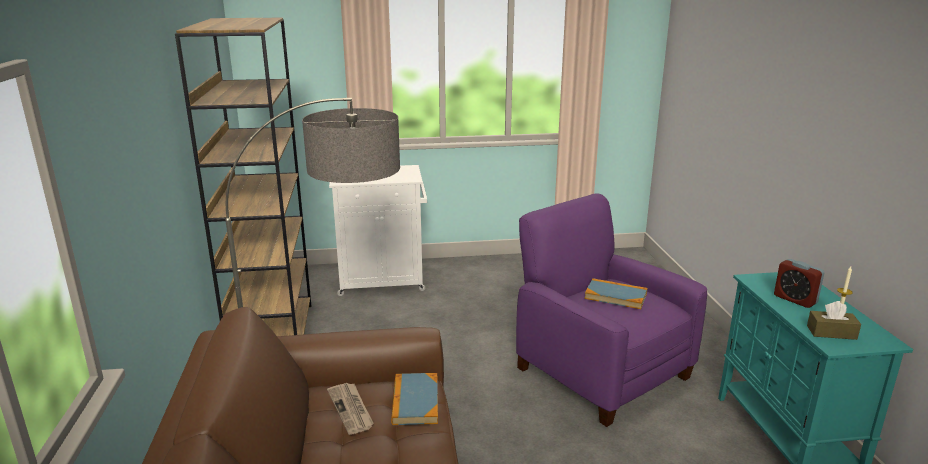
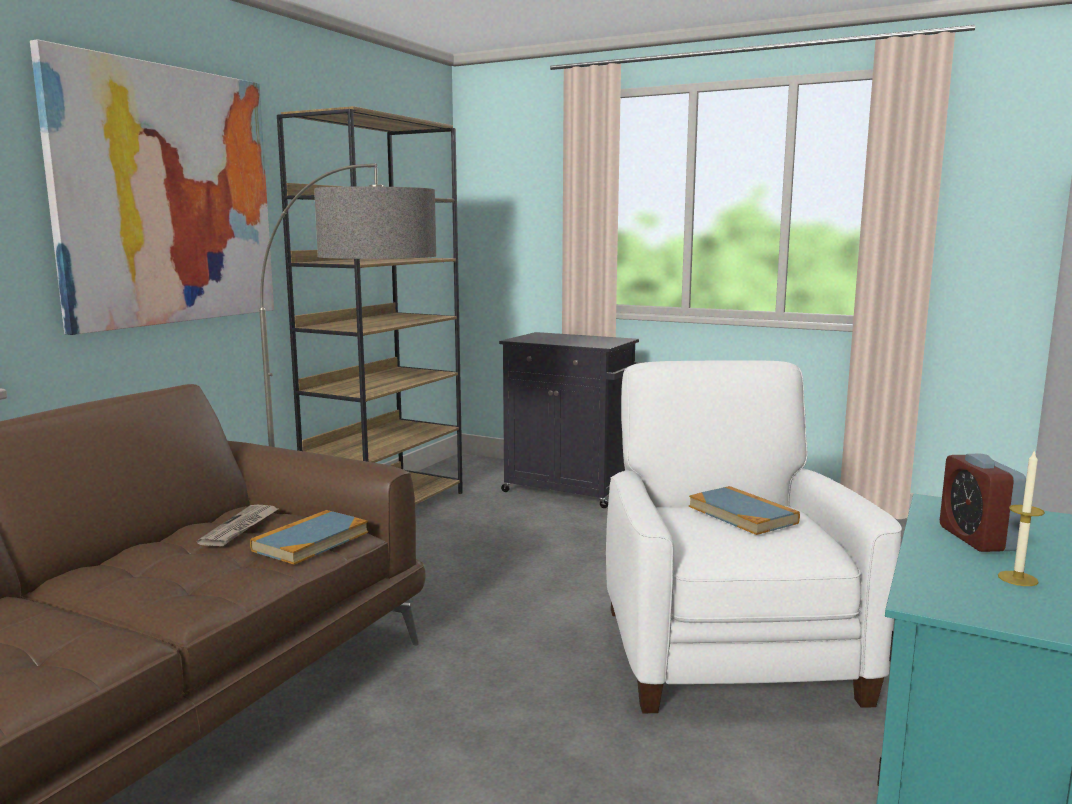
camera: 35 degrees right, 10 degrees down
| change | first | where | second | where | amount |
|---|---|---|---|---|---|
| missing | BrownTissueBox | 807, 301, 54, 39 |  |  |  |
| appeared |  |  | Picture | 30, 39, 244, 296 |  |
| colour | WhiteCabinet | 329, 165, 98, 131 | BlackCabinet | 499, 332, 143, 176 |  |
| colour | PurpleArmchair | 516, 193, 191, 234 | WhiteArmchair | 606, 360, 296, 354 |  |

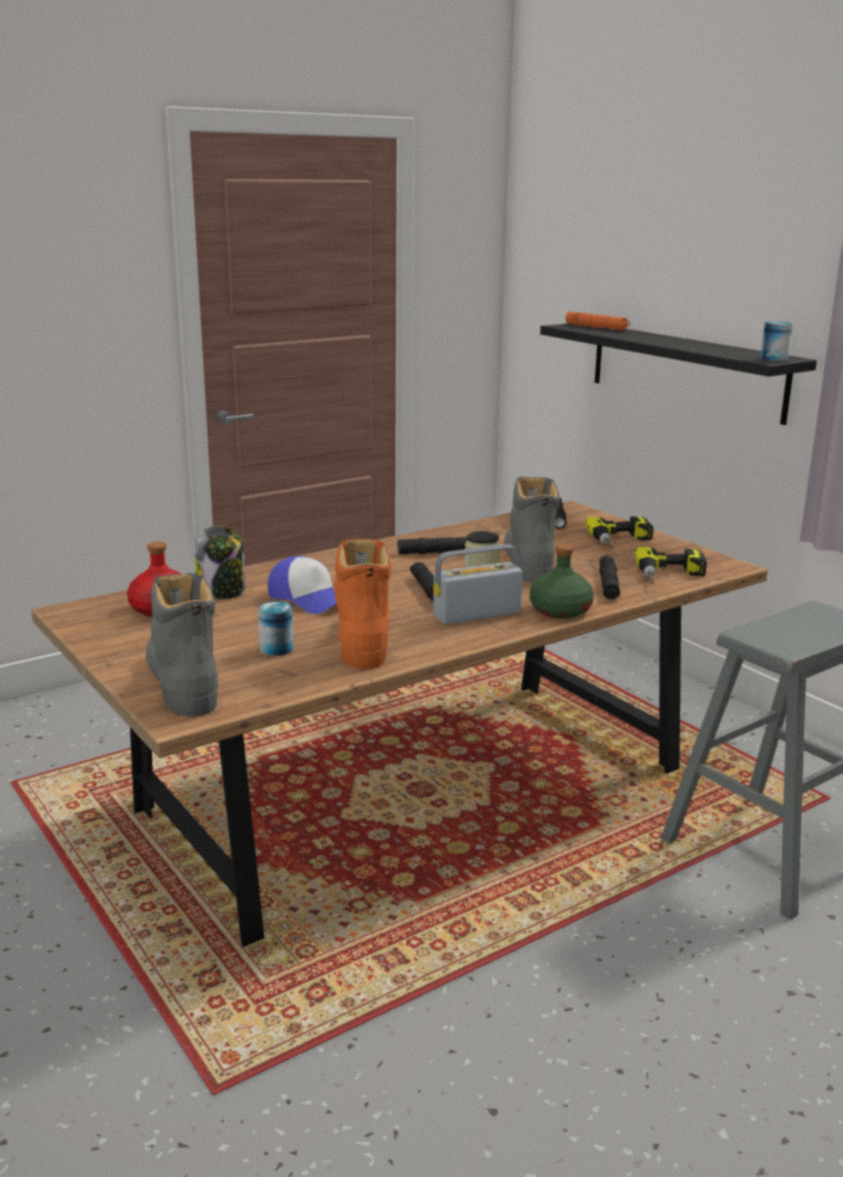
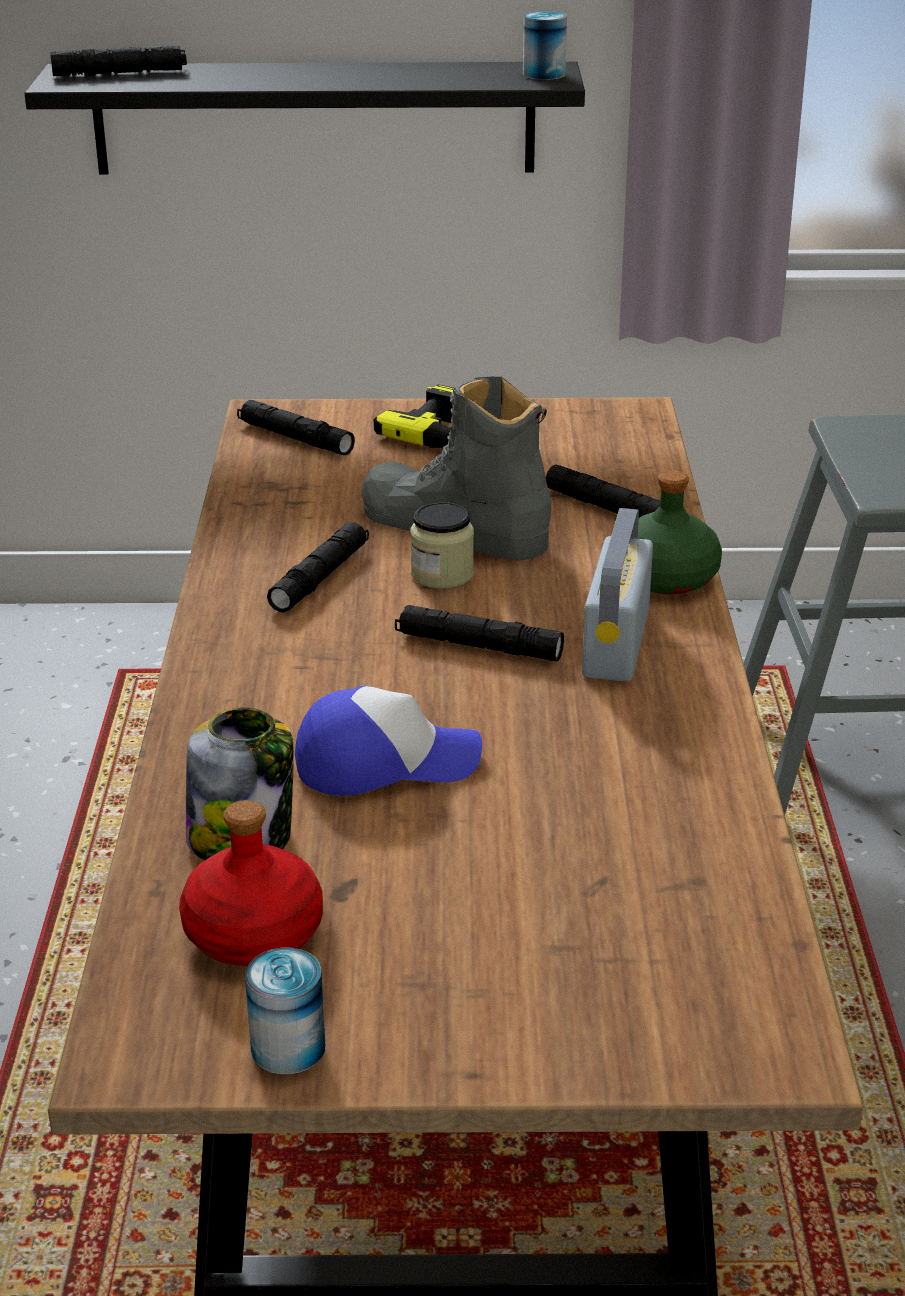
camera: 55 degrees left, 10 degrees up
| change | first | where | second | where | amount |
|---|---|---|---|---|---|
| missing | GreyBoot | 146, 573, 73, 143 |  |  |  |
| missing | OrangeBoot | 335, 538, 56, 131 |  |  |  |
| missing | PowerDrill | 635, 547, 72, 37 |  |  |  |
| relocated | Can | 258, 601, 36, 55 |  | 245, 948, 80, 127 |  |
| colour | OrangeFlashlight | 566, 312, 64, 19 | BlackFlashlight | 50, 46, 137, 30 |  |

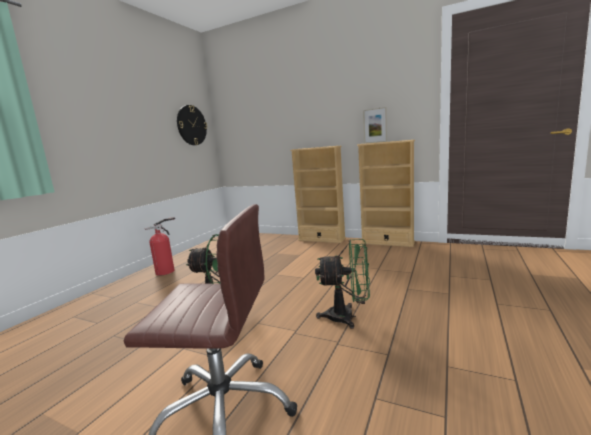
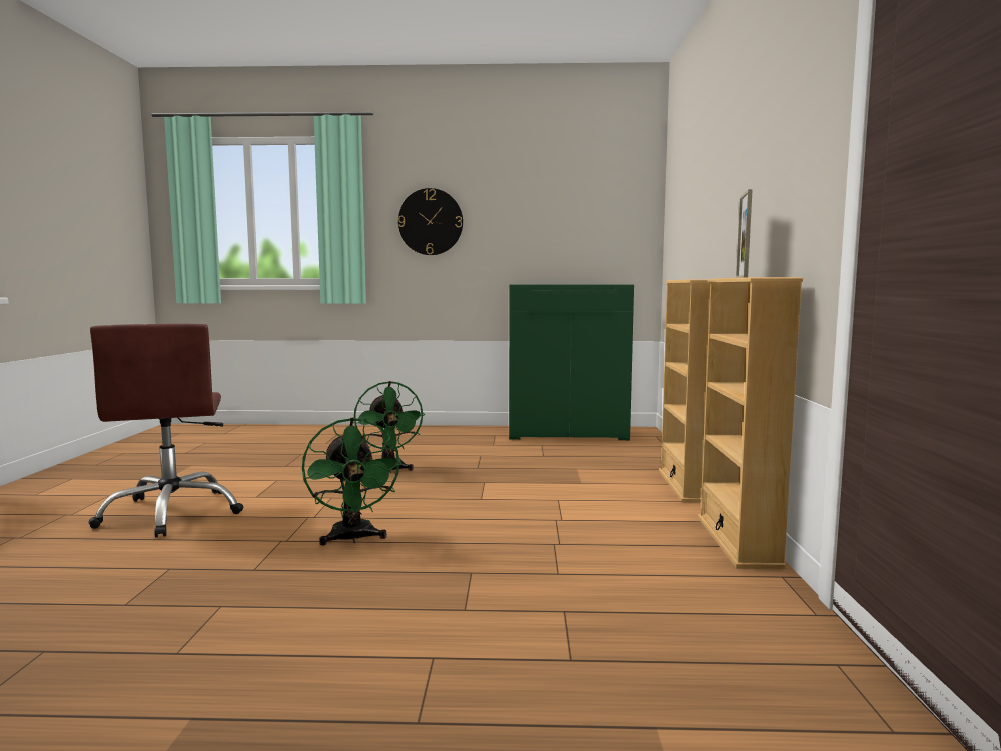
camera: 65 degrees right, 5 degrees down
| change | first | where | second | where | amount |
|---|---|---|---|---|---|
| missing | FireExtinguisher | 145, 217, 30, 59 |  |  |  |
| appeared |  |  | GreenCabinet | 509, 285, 125, 155 |  |
| relocated | WallClock | 177, 105, 30, 40 |  | 398, 188, 65, 67 |  |

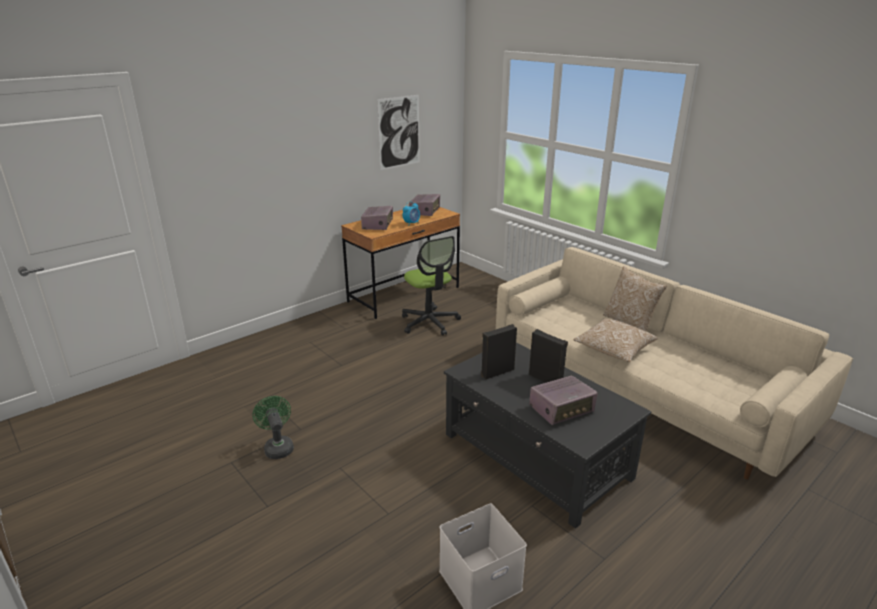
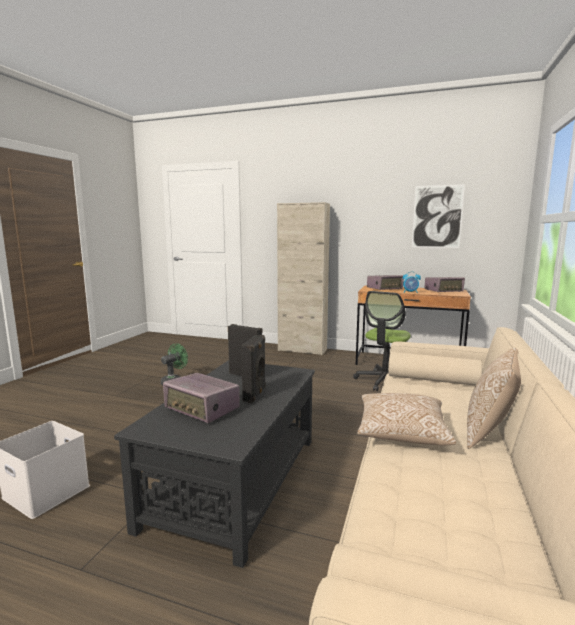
camera: 60 degrees right, 15 degrees down
| change | first | where | second | where | amount |
|---|---|---|---|---|---|
| appeared |  |  | BeigeCabinet | 277, 202, 53, 153 |  |

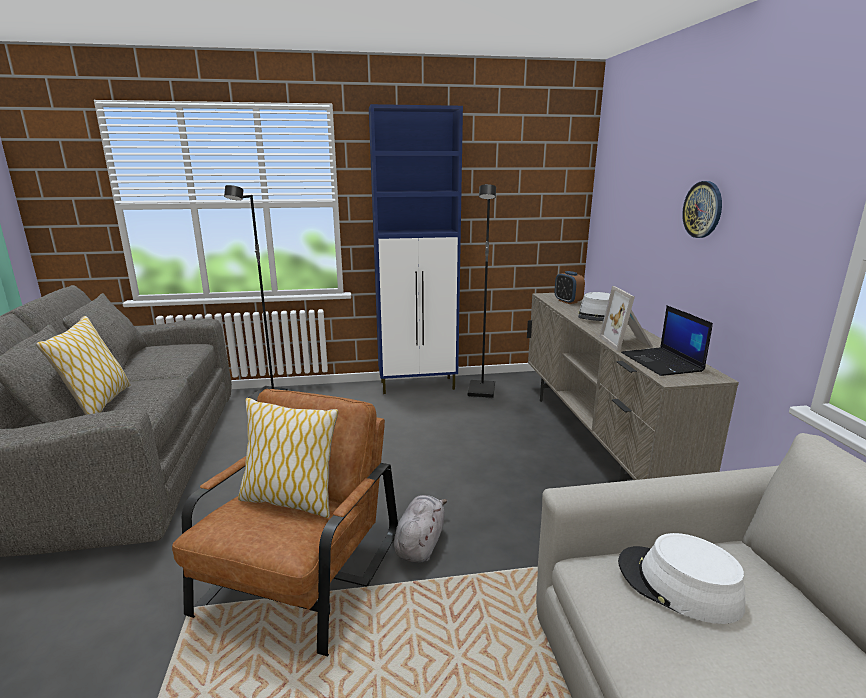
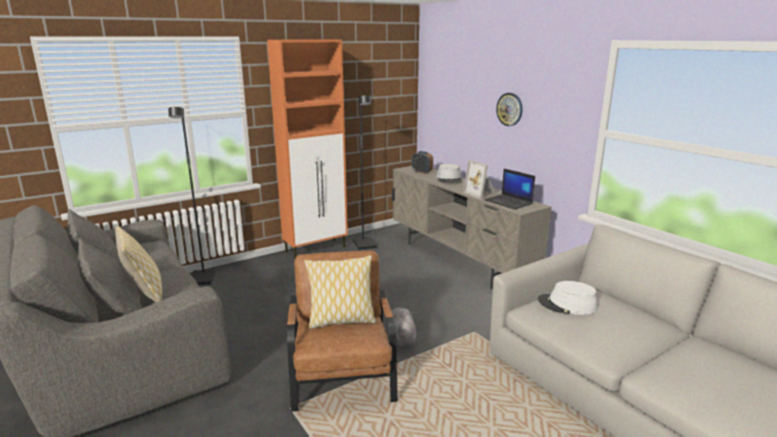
camera: 25 degrees left, 0 degrees up
| change | first | where | second | where | amount |
|---|---|---|---|---|---|
| colour | BlueCabinet | 369, 104, 94, 290 | OrangeCabinet | 267, 39, 81, 220 |  |

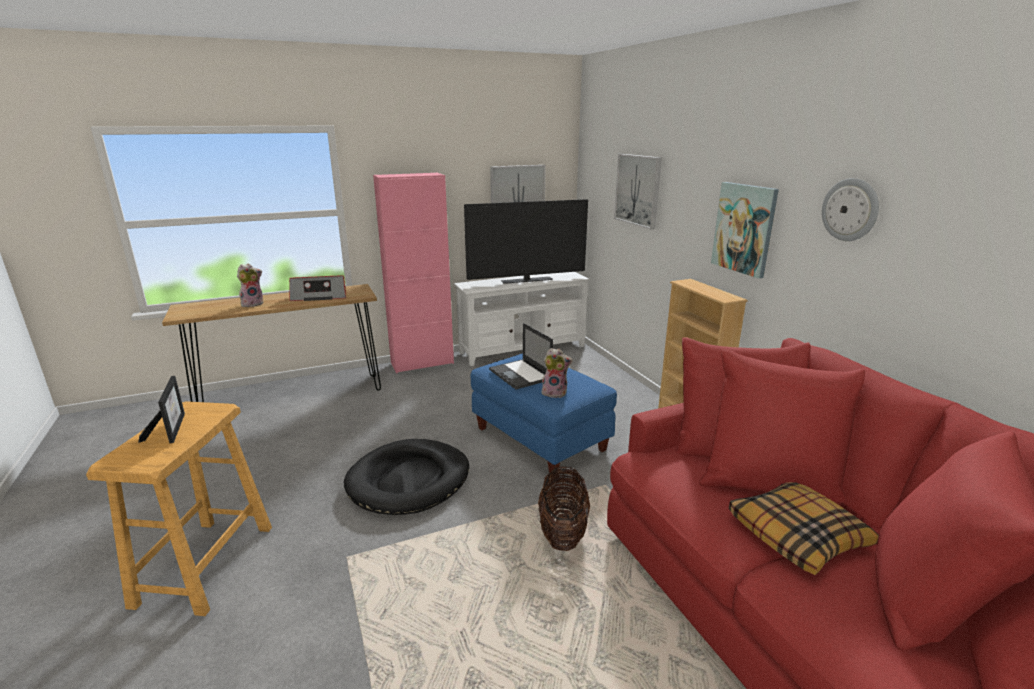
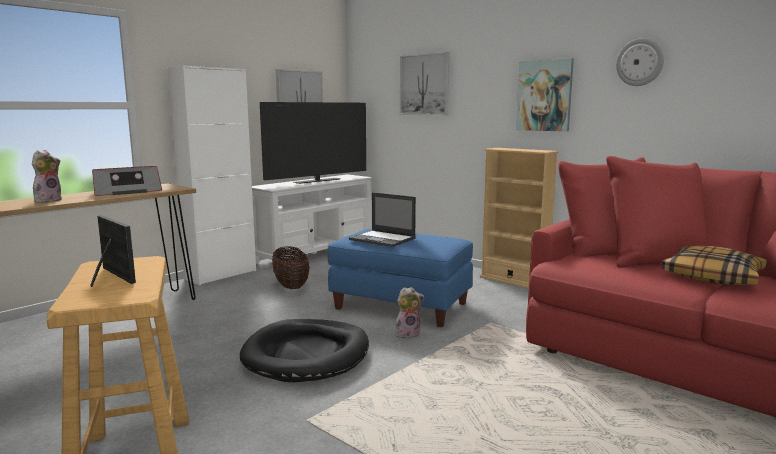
camera: 25 degrees left, 10 degrees down
| change | first | where | second | where | amount |
|---|---|---|---|---|---|
| relocated | Basket | 538, 466, 52, 85 |  | 272, 246, 38, 43 |  |
| relocated | PlushToy | 542, 348, 30, 50 |  | 396, 287, 29, 51 |  |
| colour | PinkCabinet | 373, 173, 81, 200 | WhiteCabinet | 167, 66, 89, 219 |  |

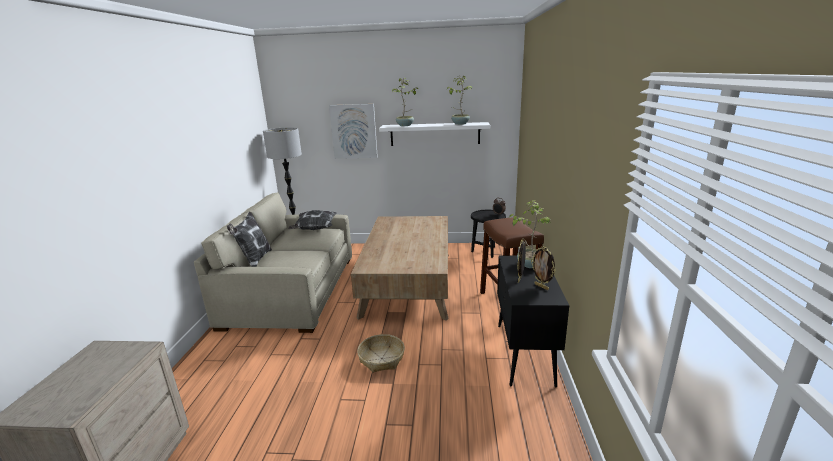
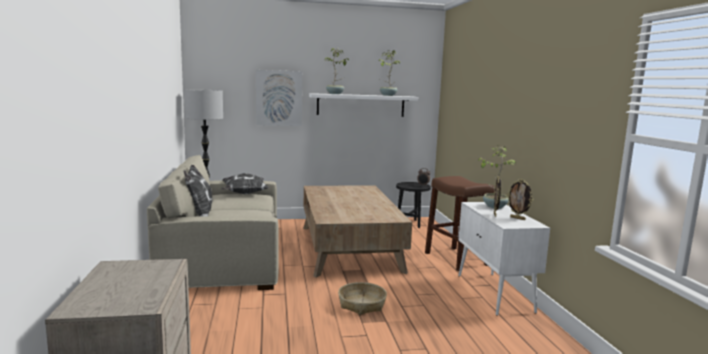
camera: 15 degrees left, 10 degrees down
| change | first | where | second | where | amount |
|---|---|---|---|---|---|
| colour | BlackCabinet | 497, 256, 72, 131 | WhiteCabinet | 458, 202, 92, 114 |  |

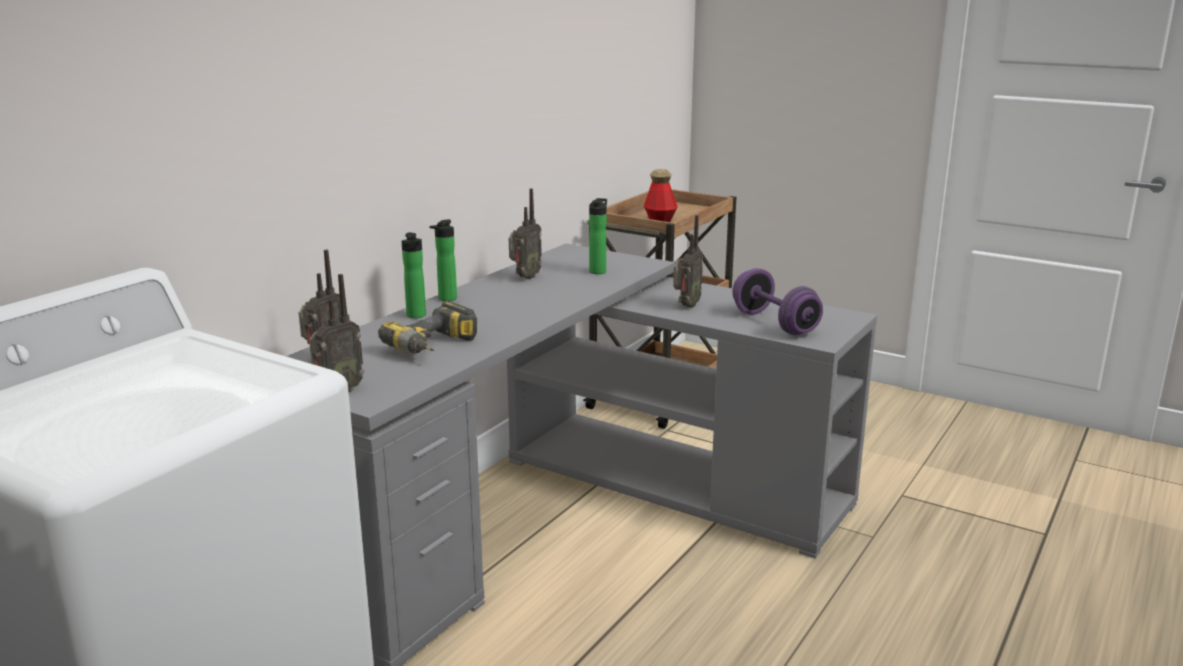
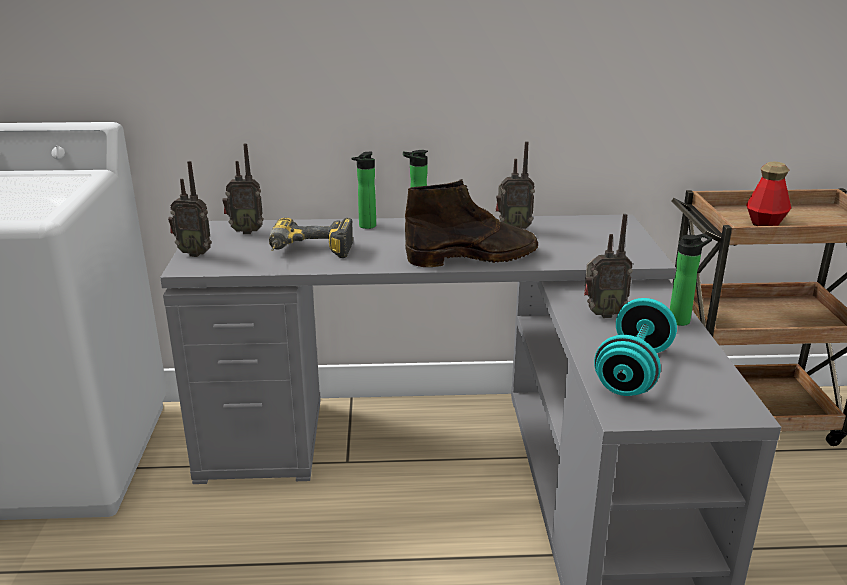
camera: 55 degrees right, 5 degrees up
| change | first | where | second | where | amount |
|---|---|---|---|---|---|
| appeared |  |  | BrownBoot | 405, 179, 133, 88 |  |
| relocated | Bottle | 589, 198, 18, 76 |  | 670, 234, 42, 92 |  |
| colour | PurpleDumbbell | 732, 268, 91, 67 | TurquoiseDumbbell | 594, 298, 83, 98 |  |

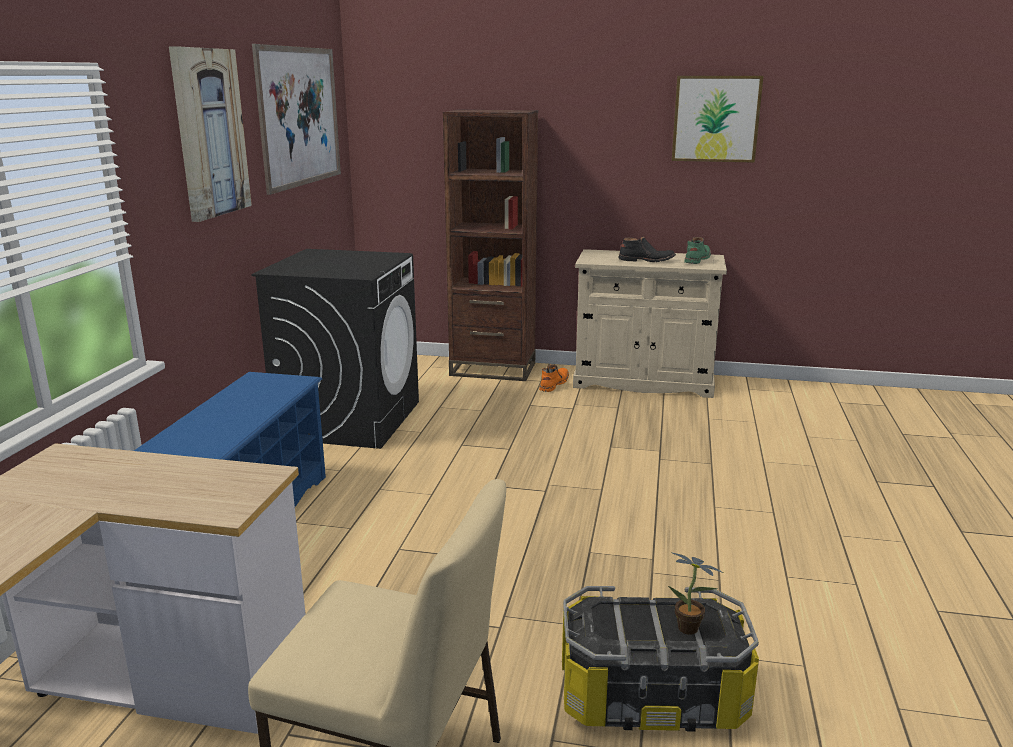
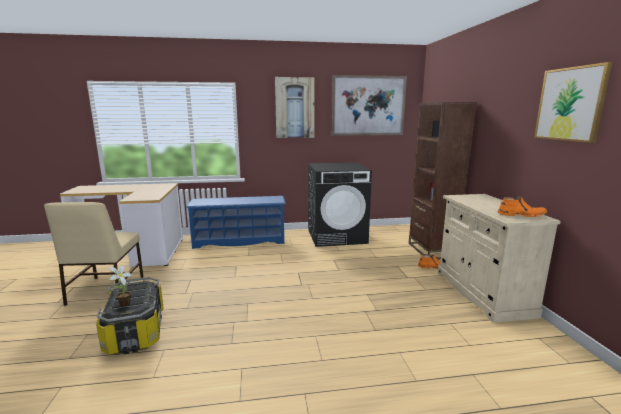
camera: 70 degrees right, 5 degrees down
| change | first | where | second | where | amount |
|---|---|---|---|---|---|
| missing | BlackBoot | 618, 237, 58, 25 |  |  |  |
| colour | GreenBoot | 684, 237, 27, 27 | OrangeBoot | 498, 196, 49, 21 |  |

